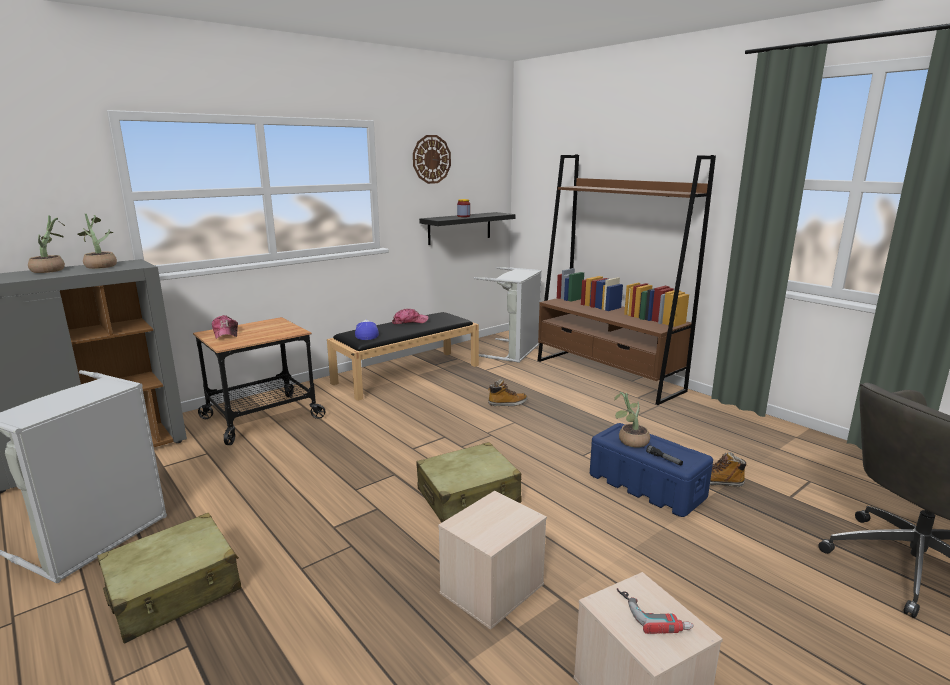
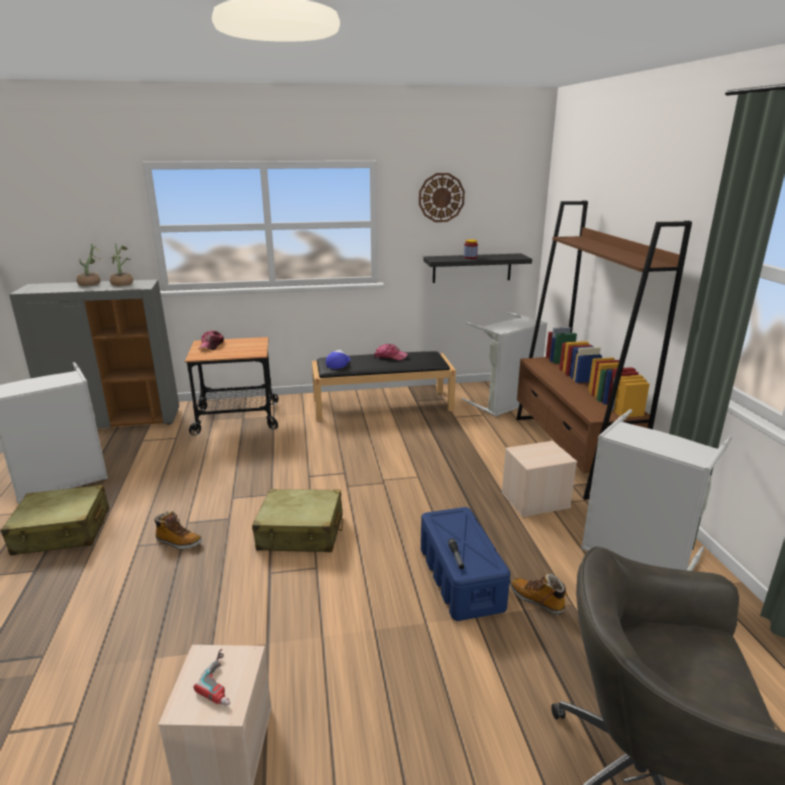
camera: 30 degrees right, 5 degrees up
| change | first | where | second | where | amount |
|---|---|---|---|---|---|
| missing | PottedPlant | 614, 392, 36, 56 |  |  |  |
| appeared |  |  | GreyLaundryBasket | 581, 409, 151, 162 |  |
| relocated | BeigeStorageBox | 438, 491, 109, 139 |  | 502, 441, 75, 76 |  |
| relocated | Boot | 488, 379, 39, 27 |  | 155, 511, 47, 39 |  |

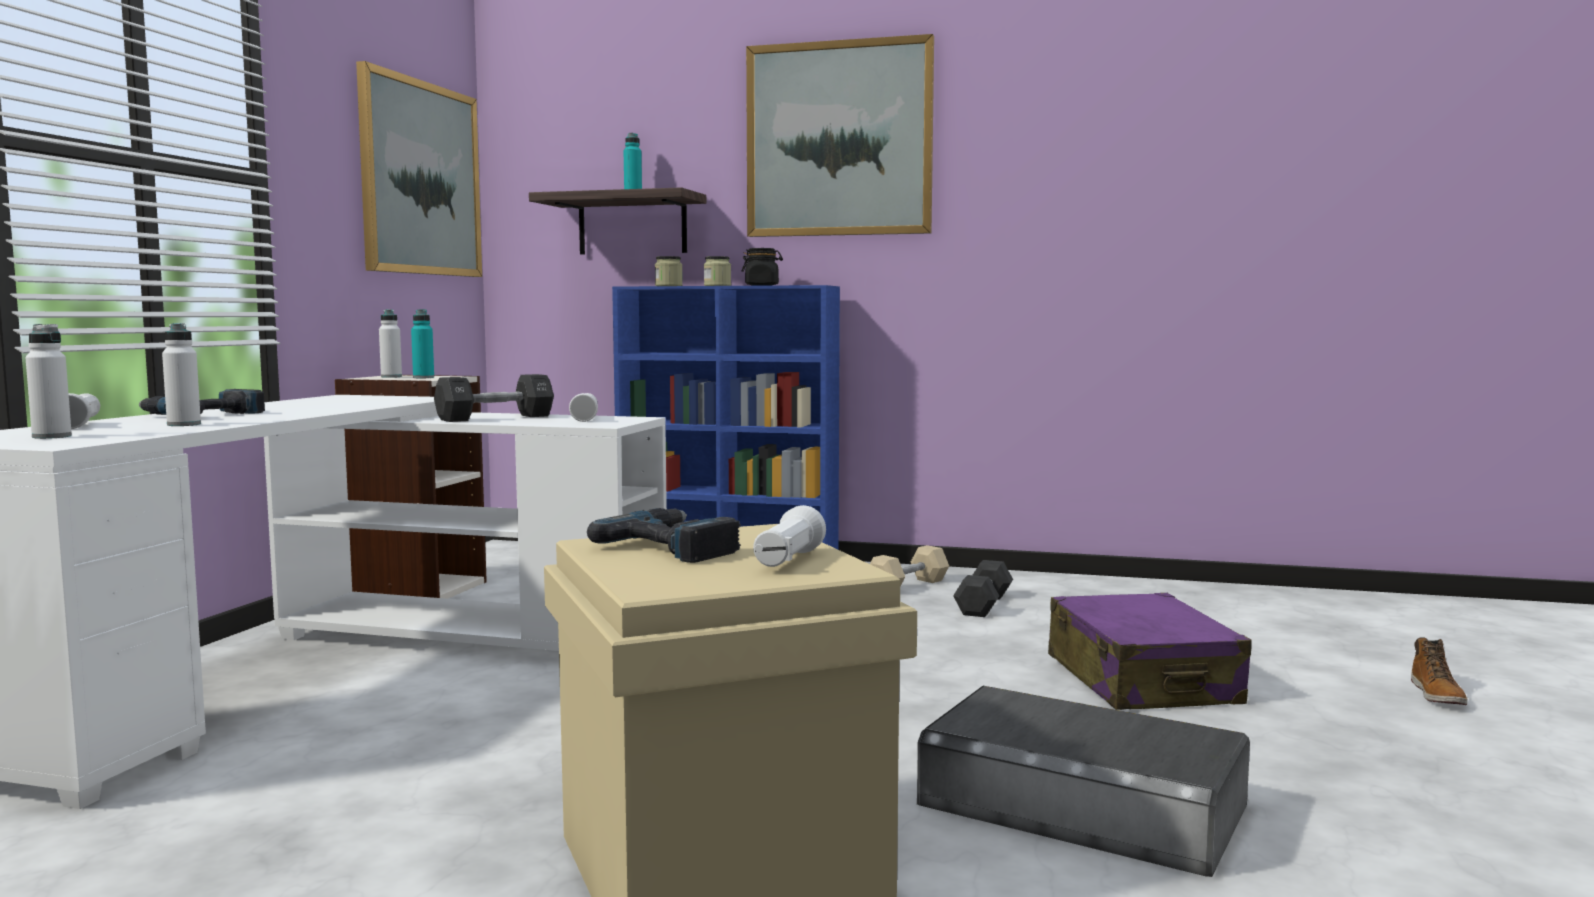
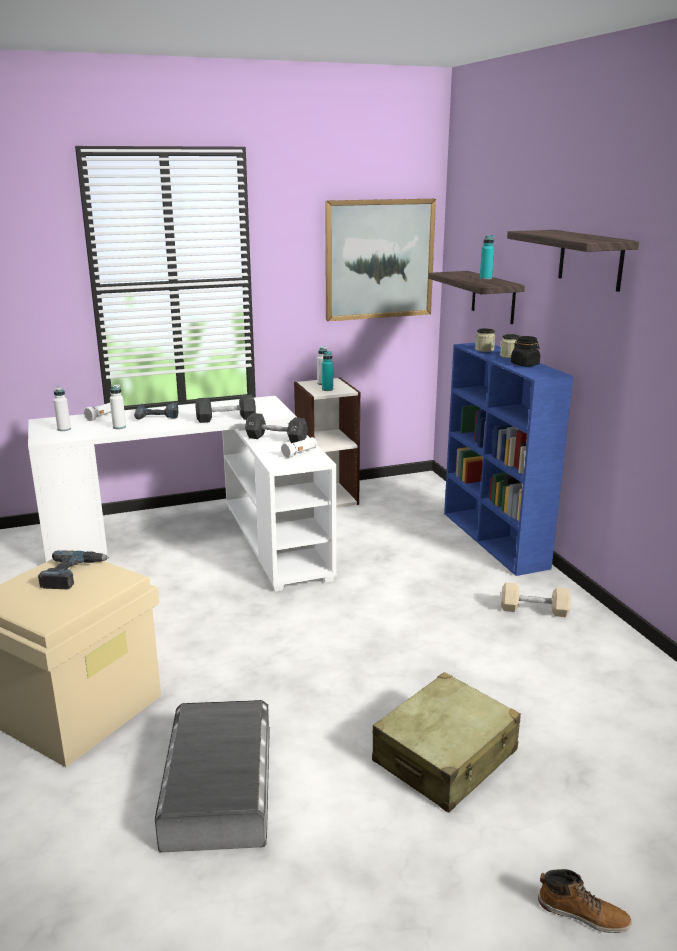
camera: 55 degrees right, 15 degrees up
| change | first | where | second | where | amount |
|---|---|---|---|---|---|
| missing | WhiteFlashlight | 753, 505, 73, 62 |  |  |  |
| relocated | BlackDumbbell | 953, 560, 60, 57 |  | 195, 395, 61, 28 |  |
| exchanged | Picture | 746, 34, 188, 203 | Shelf | 507, 230, 132, 62 |  |
| colour | PurpleSuitcase | 1048, 593, 204, 117 | BeigeSuitcase | 372, 672, 149, 141 |  |
| spun | Boot | 1411, 637, 56, 68 |  | 538, 869, 94, 64 | 135 degrees counterclockwise |

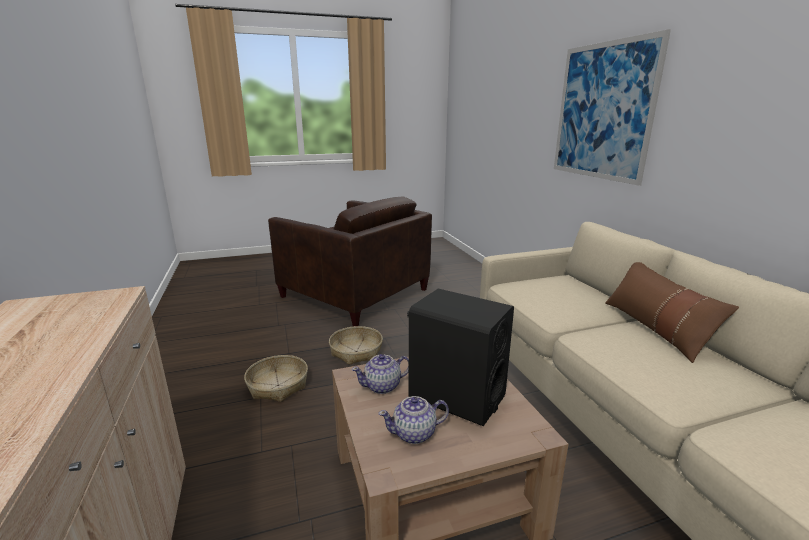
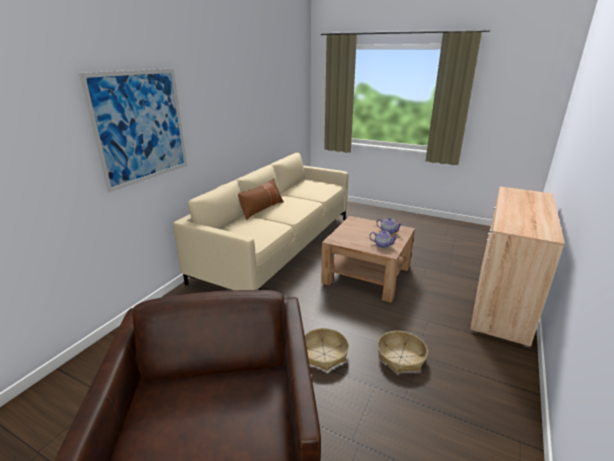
camera: 135 degrees left, 5 degrees up
| change | first | where | second | where | amount |
|---|---|---|---|---|---|
| missing | BlackSpeaker | 407, 289, 107, 137 |  |  |  |

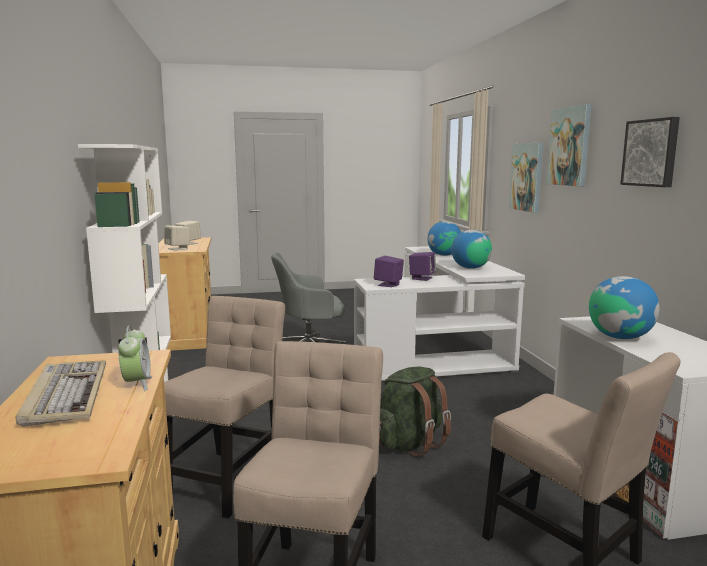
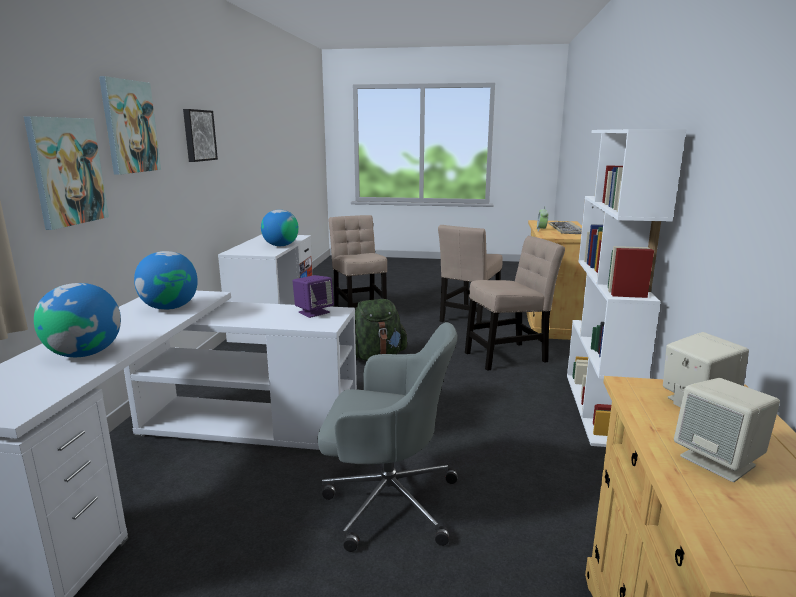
camera: 160 degrees left, 5 degrees up
| change | first | where | second | where | amount |
|---|---|---|---|---|---|
| missing | PurpleSpeaker | 409, 252, 27, 29 |  |  |  |
| spun | BeigeChair | 164, 296, 121, 222 |  | 465, 236, 100, 135 | 150 degrees counterclockwise |

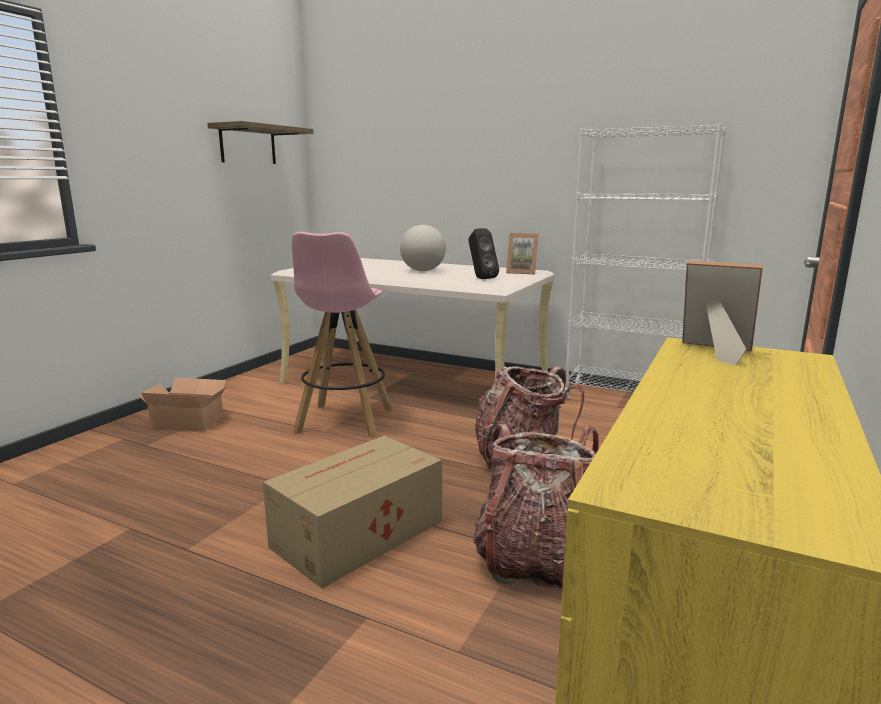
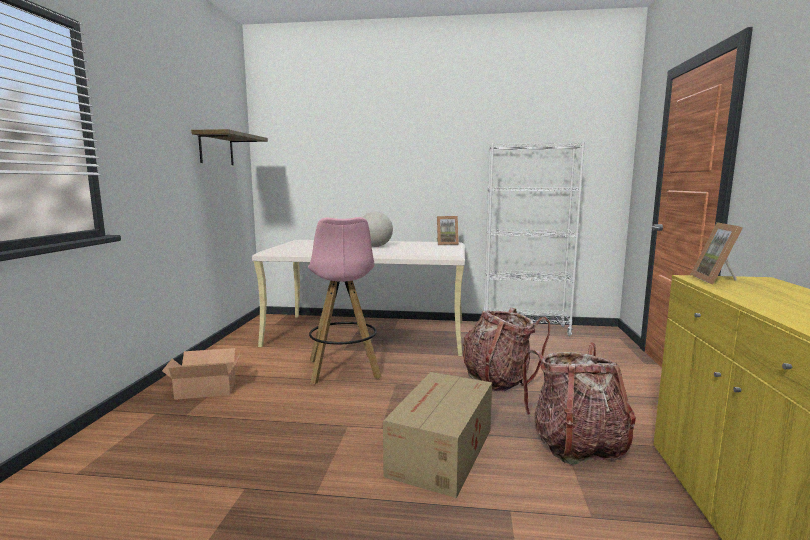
camera: 20 degrees left, 5 degrees down
| change | first | where | second | where | amount |
|---|---|---|---|---|---|
| missing | BlackSpeaker | 468, 228, 31, 51 |  |  |  |
| spun | PictureFrame | 682, 260, 81, 105 |  | 690, 222, 53, 63 | 90 degrees counterclockwise |

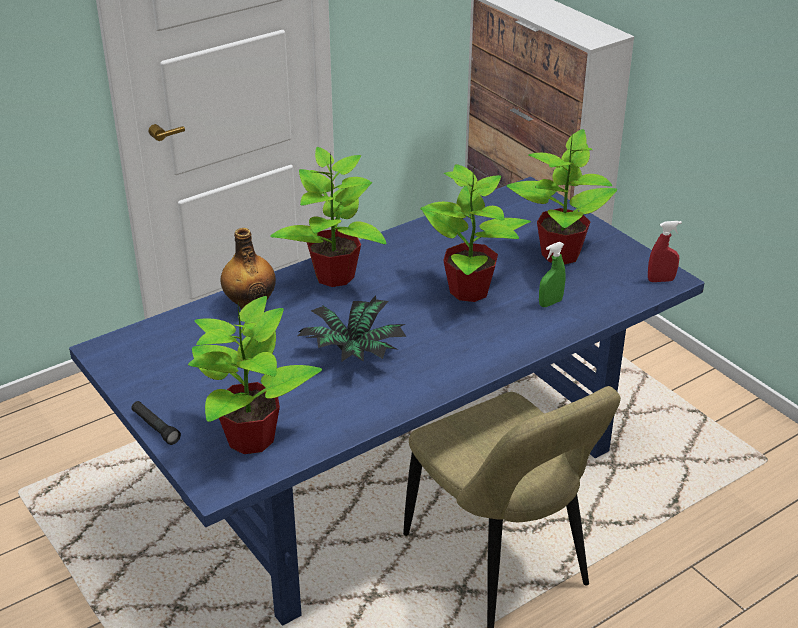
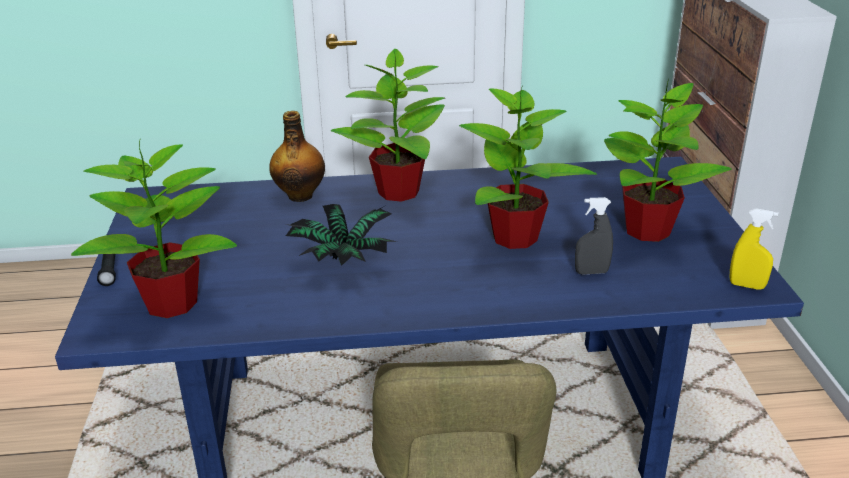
camera: 30 degrees right, 5 degrees down
| change | first | where | second | where | amount |
|---|---|---|---|---|---|
| colour | GreenSprayBottle | 539, 242, 26, 65 | GreySprayBottle | 575, 197, 38, 78 |  |
| colour | RedSprayBottle | 648, 221, 34, 61 | YellowSprayBottle | 730, 208, 49, 82 |  |

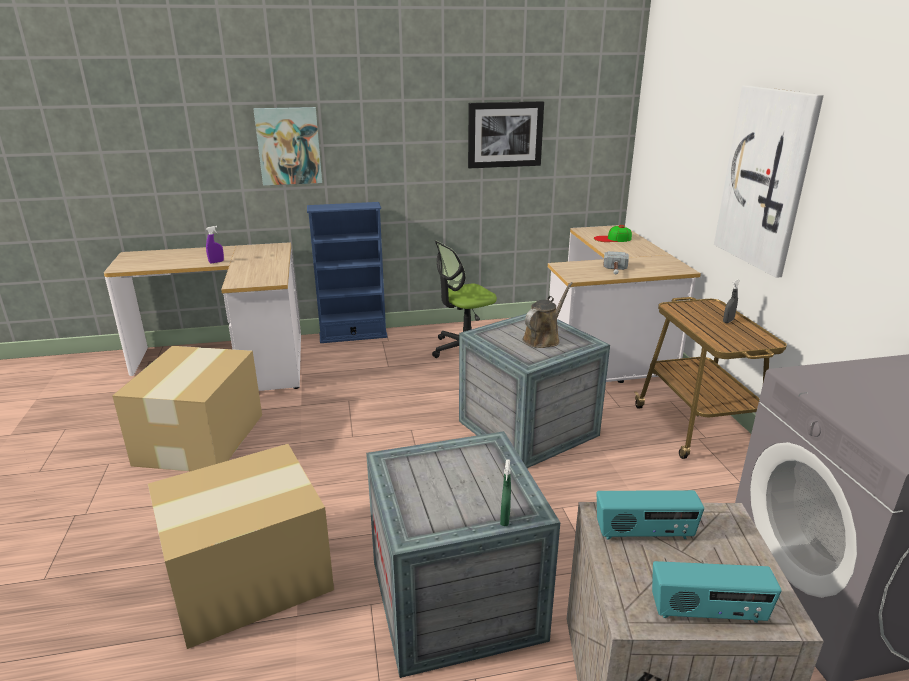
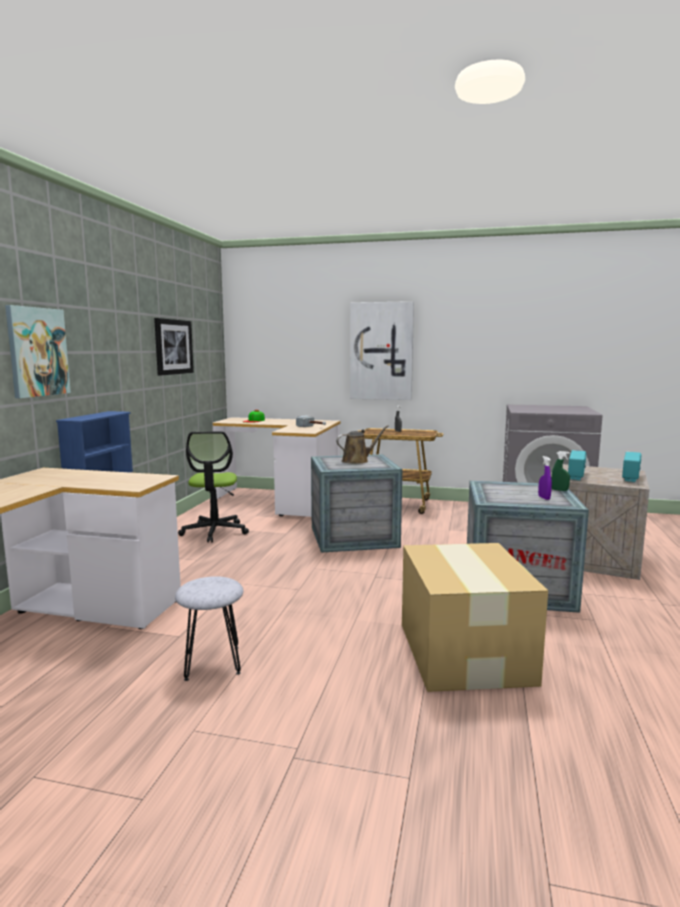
camera: 65 degrees left, 15 degrees down
| change | first | where | second | where | amount |
|---|---|---|---|---|---|
| relocated | PurpleSprayBottle | 206, 226, 18, 37 |  | 538, 456, 14, 44 |  |
| exchanged | CardboardBox | 112, 346, 150, 125 | GreyStool | 175, 576, 68, 105 |  |
| spun | BrownWateringCan | 523, 282, 50, 66 |  | 336, 425, 53, 39 | 90 degrees clockwise |

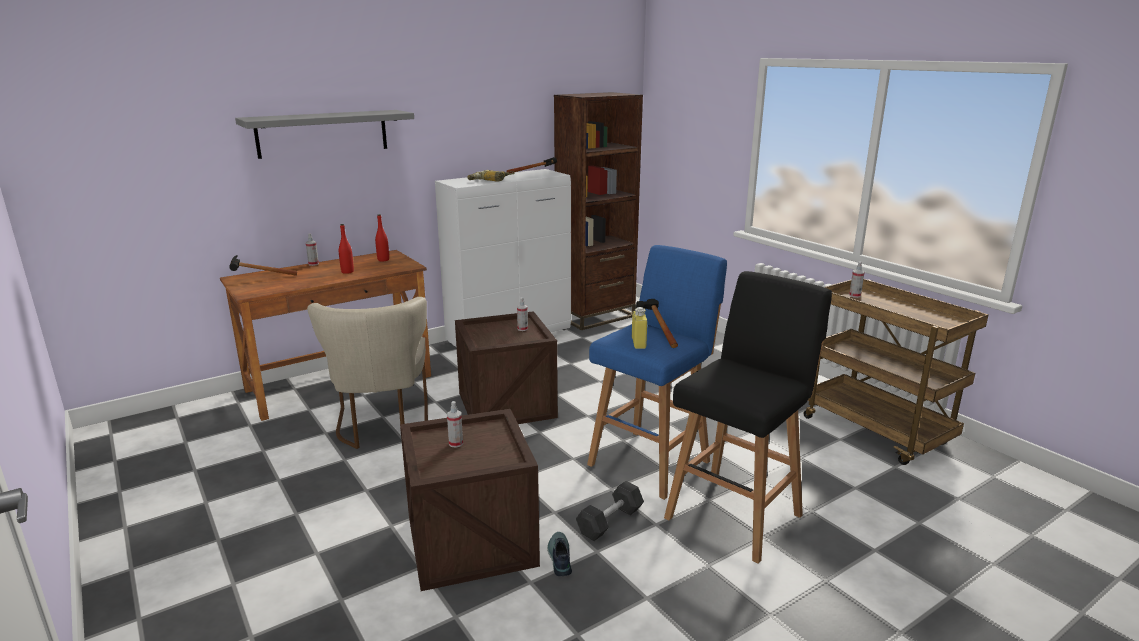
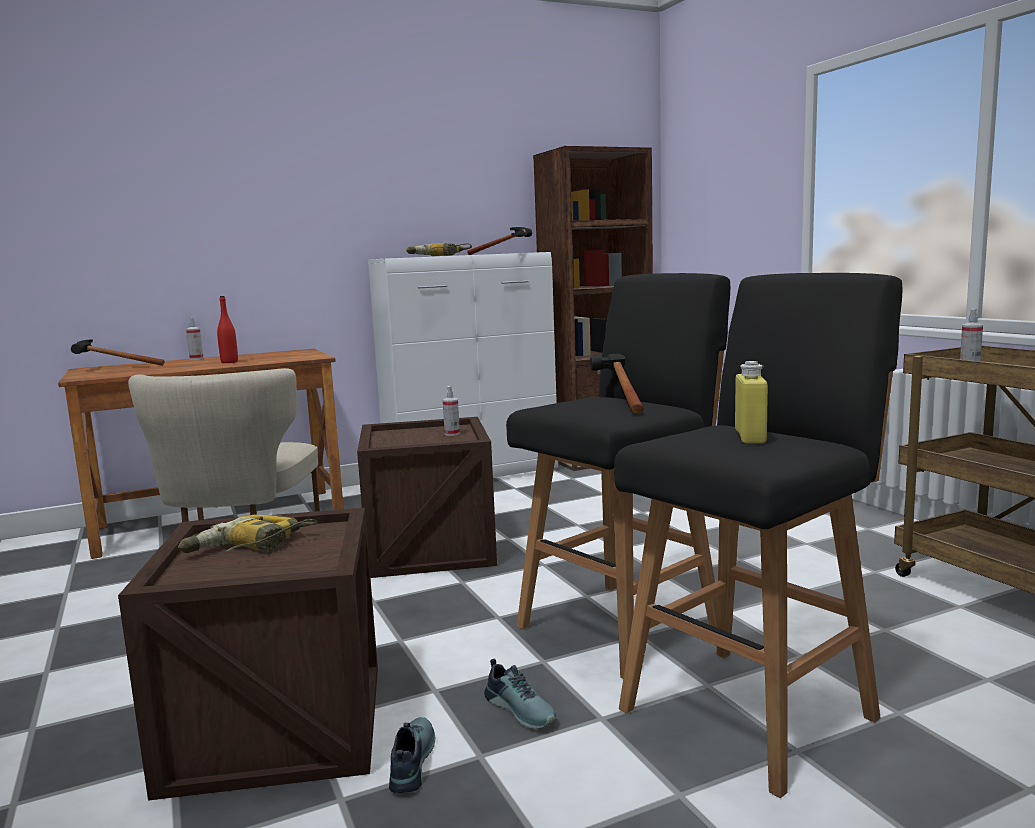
camera: 10 degrees right, 10 degrees down
| change | first | where | second | where | amount |
|---|---|---|---|---|---|
| missing | GreyShelf | 235, 110, 179, 49 |  |  |  |
| missing | RedBottle | 375, 214, 14, 47 |  |  |  |
| relocated | YellowBottle | 632, 307, 15, 42 |  | 735, 361, 33, 82 |  |
| exchanged | SprayBottle | 447, 401, 16, 47 | PowerDrill | 178, 515, 140, 38 |  |
| exchanged | GreyDumbbell | 576, 481, 68, 60 | Shoe | 484, 659, 73, 70 |  |
| colour | BlueStool | 587, 245, 140, 255 | BlackStool | 506, 273, 224, 406 |  |

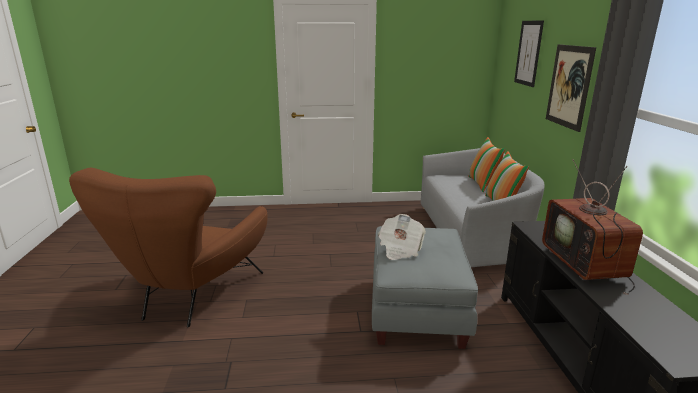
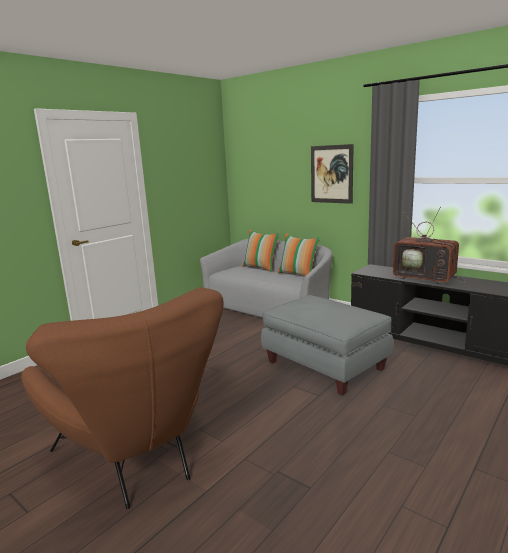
camera: 45 degrees left, 5 degrees down
| change | first | where | second | where | amount |
|---|---|---|---|---|---|
| missing | Newspaper | 378, 214, 48, 46 |  |  |  |
| missing | Picture | 514, 20, 30, 67 |  |  |  |

